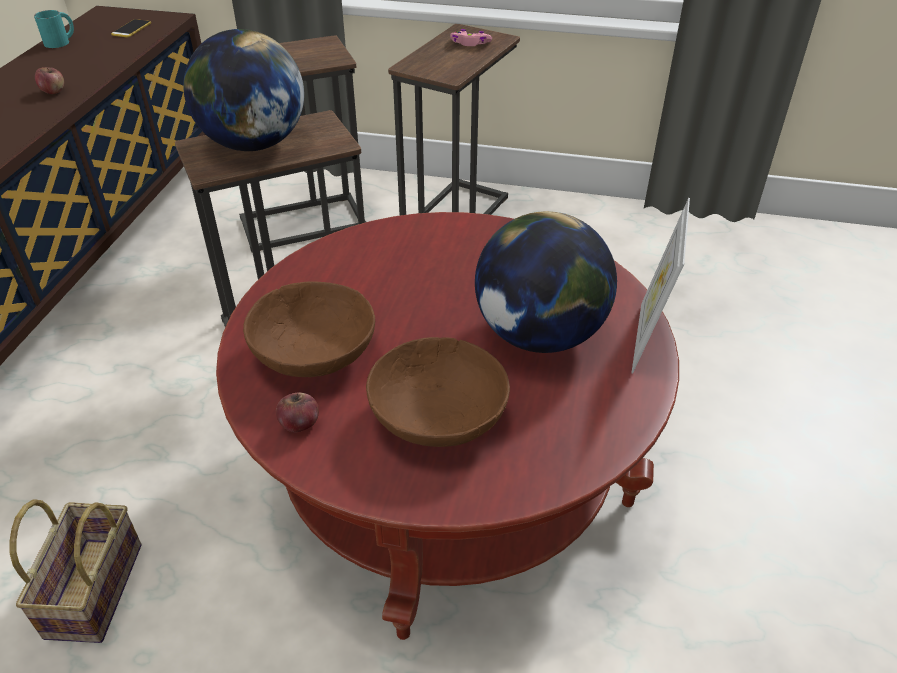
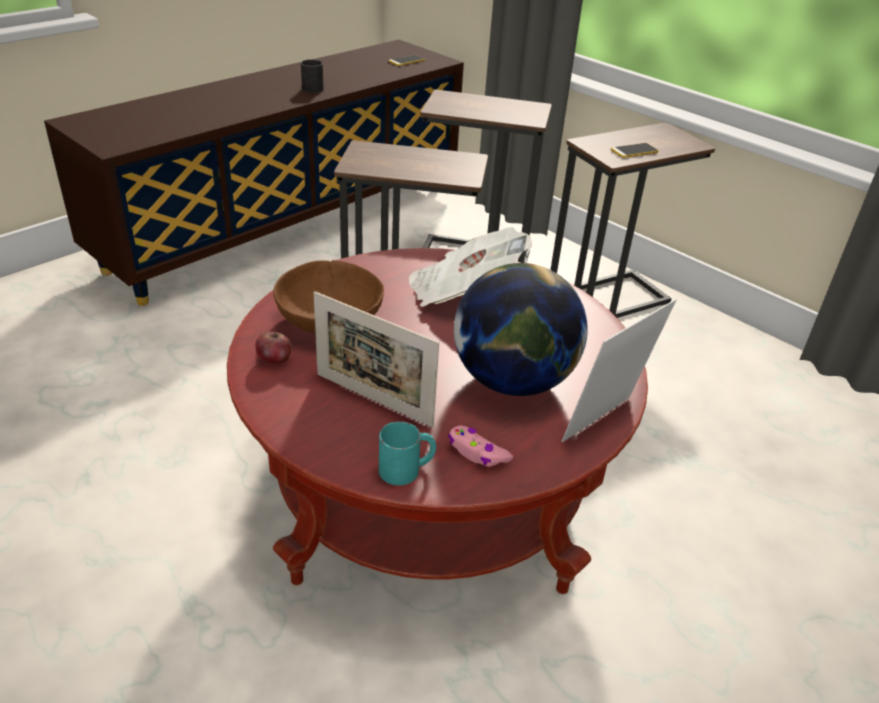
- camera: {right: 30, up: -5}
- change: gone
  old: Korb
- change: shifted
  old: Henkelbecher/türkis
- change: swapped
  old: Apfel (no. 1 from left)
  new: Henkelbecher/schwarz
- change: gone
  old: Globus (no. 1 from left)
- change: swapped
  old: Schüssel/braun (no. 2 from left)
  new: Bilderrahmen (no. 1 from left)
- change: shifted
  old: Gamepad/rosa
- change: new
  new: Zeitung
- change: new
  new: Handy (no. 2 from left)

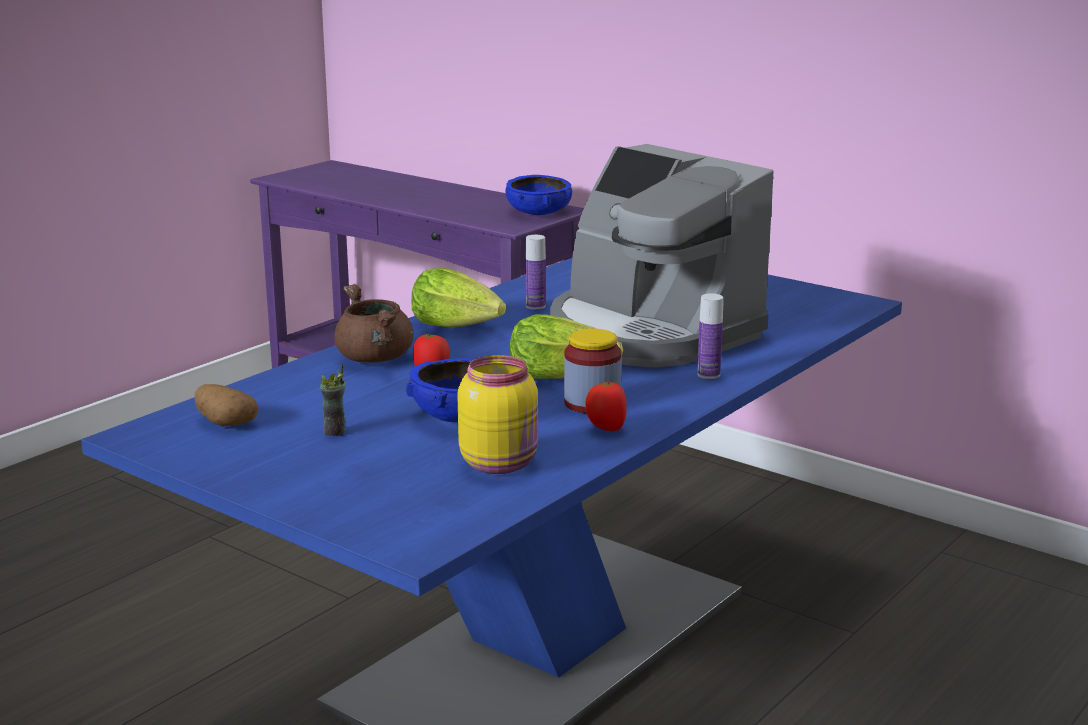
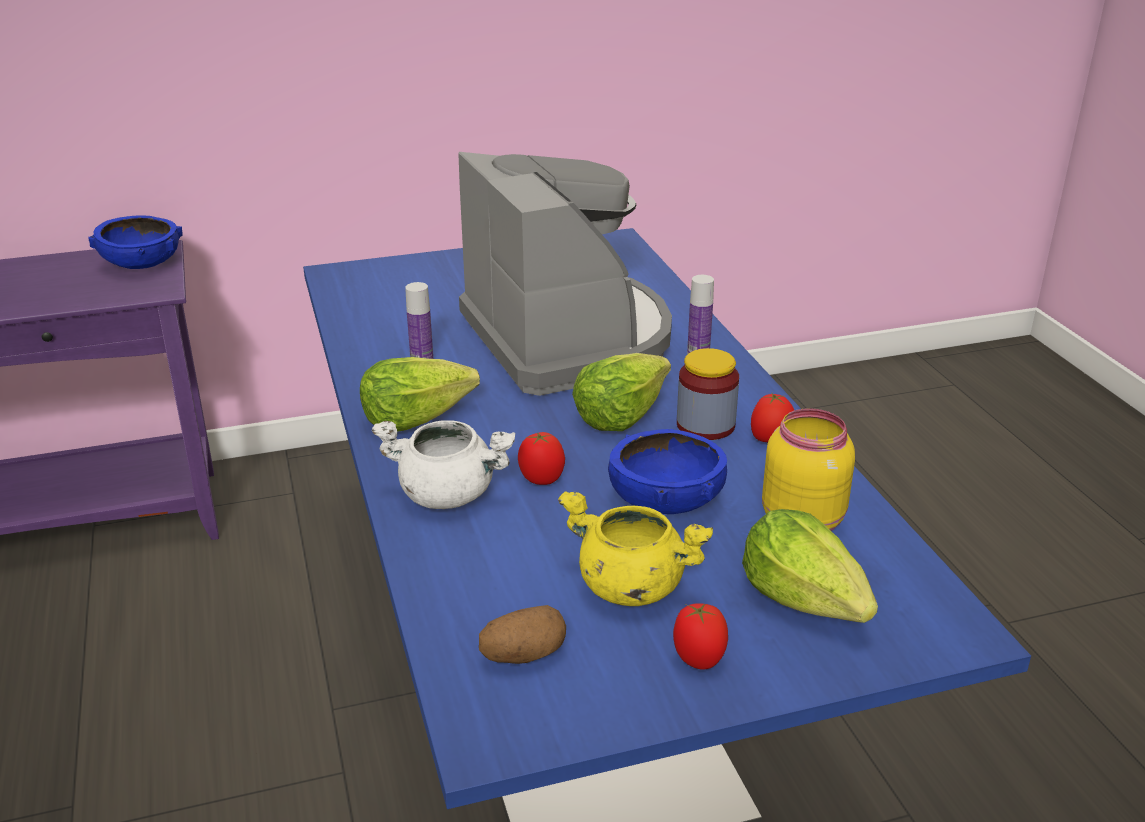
- camera: {right: -55, up: 10}
- change: swapped
  old: Tasse
  new: Kochtopf/gelb
- change: repainted
  old: Kochtopf/braun
  new: Kochtopf/weiß
- change: rotated
  old: Kaffeemaschine
  degrees: -105
- change: new
  new: Tomate (no. 2 from left)
- change: new
  new: Salatkopf (no. 3 from left)

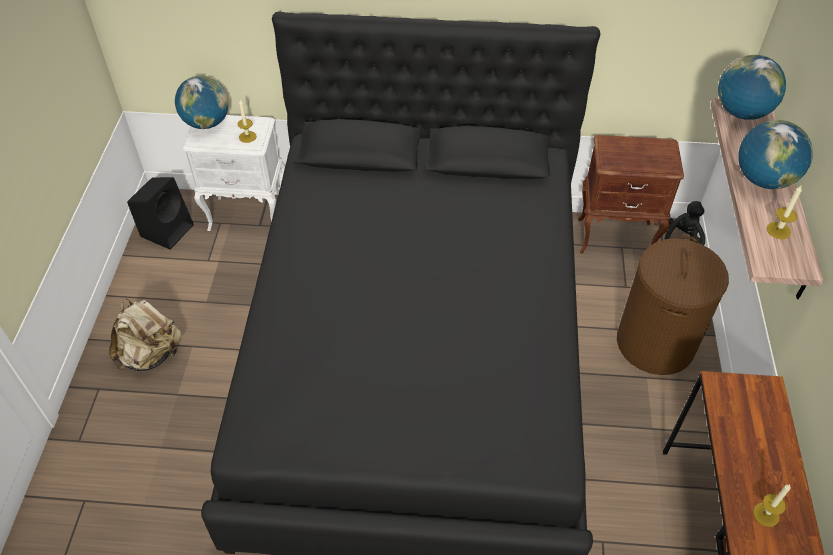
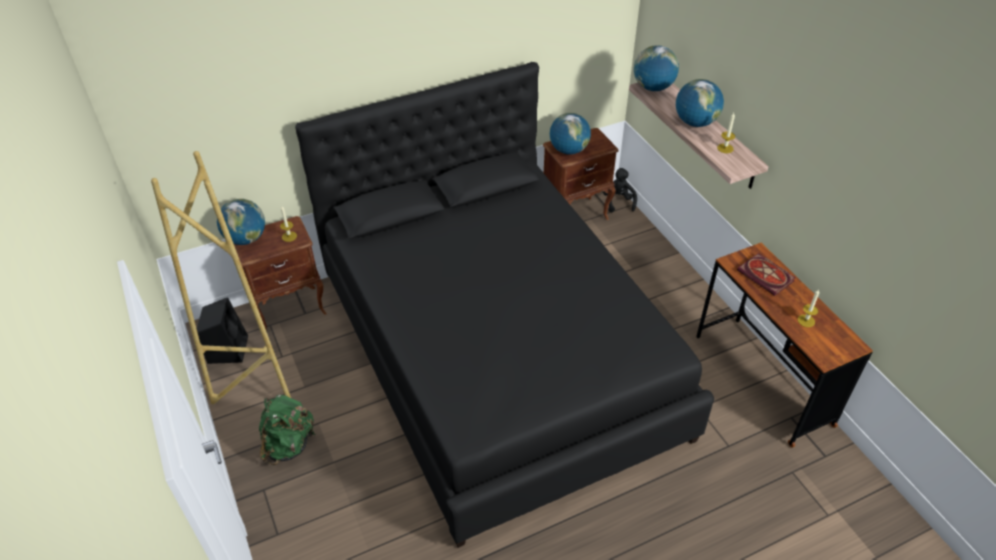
- camera: {right: -30, up: -5}
- change: repainted
  old: Rucksack/beige
  new: Rucksack/grün
- change: repainted
  old: Nachttisch/weiß
  new: Nachttisch/braun (no. 1 from left)
- change: gone
  old: Wäschekorb/braun
- change: new
  new: Kleiderständer/gelb
- change: new
  new: Globus (no. 2 from left)
- change: new
  new: Buch

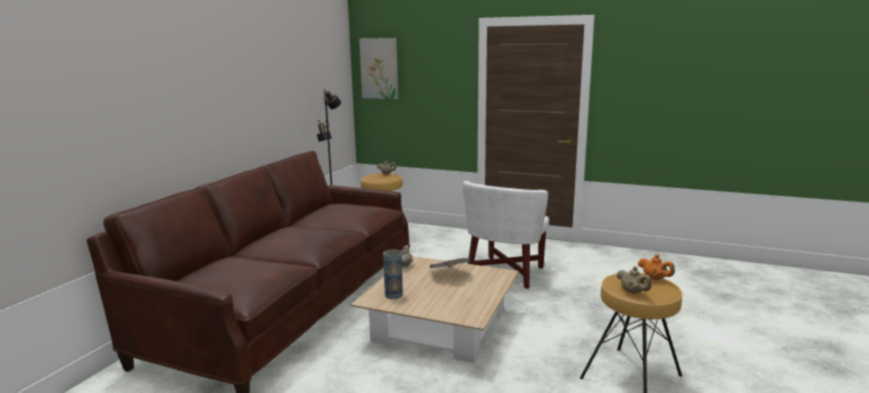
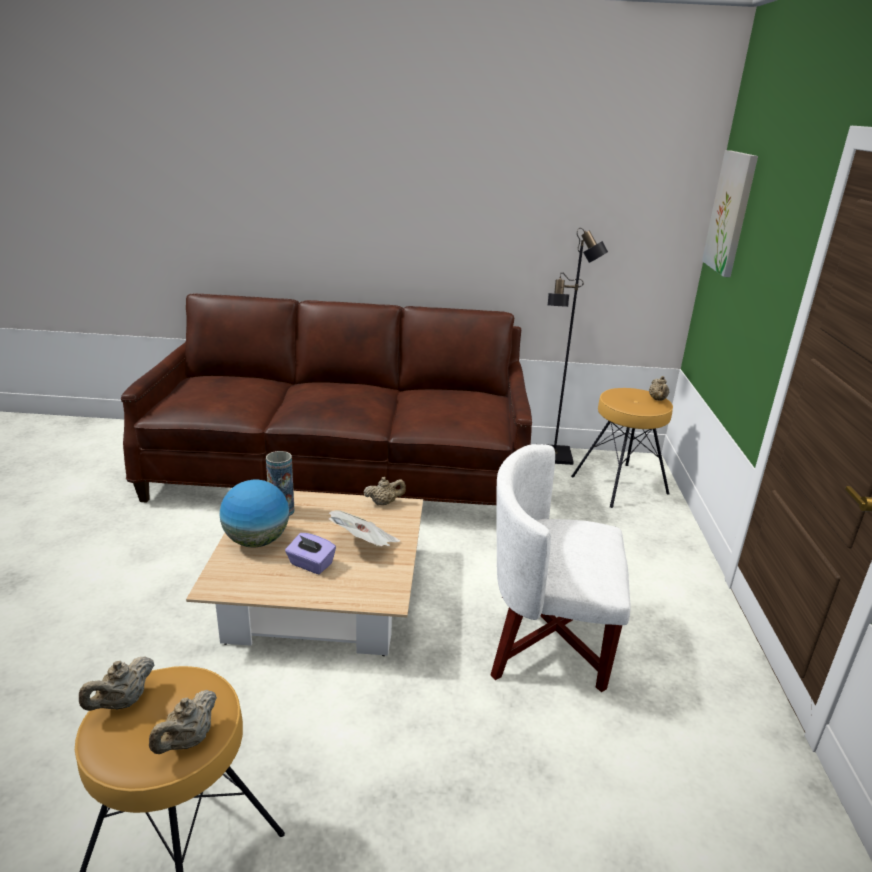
- camera: {right: 70, up: 10}
- change: repainted
  old: Teekanne/orange
  new: Teekanne/beige (no. 2 from left)
- change: new
  new: Globus
- change: new
  new: Taschentuchbox/lila

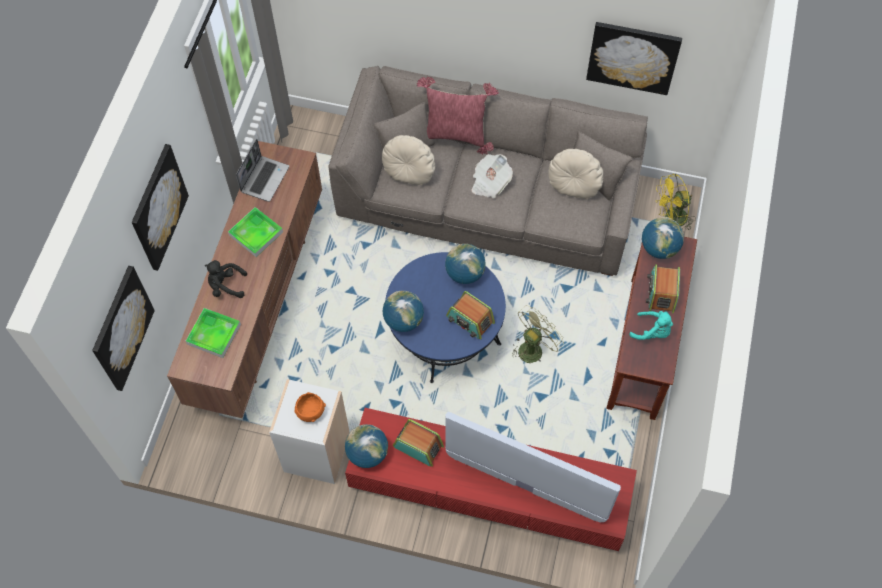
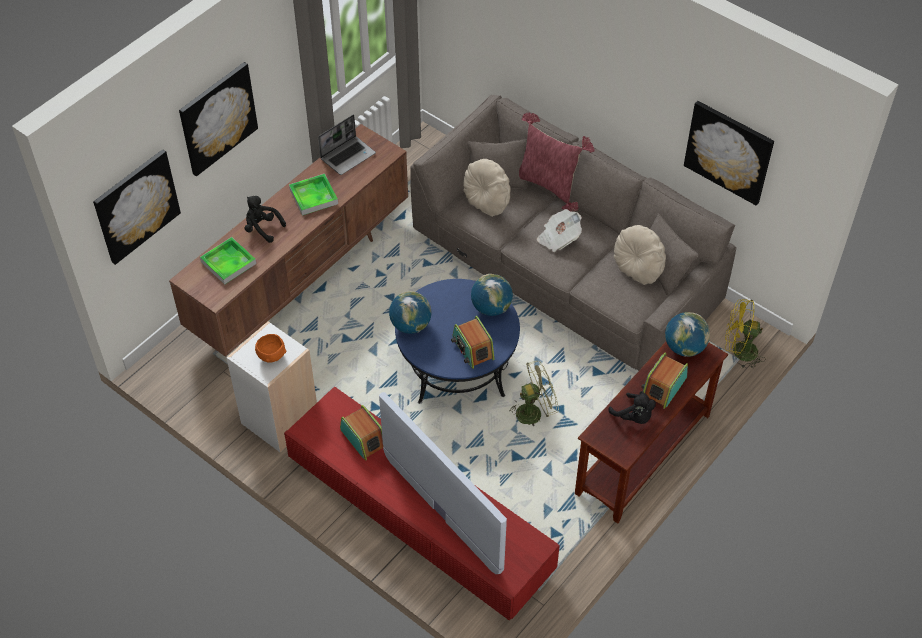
- camera: {right: 25, up: -10}
- change: gone
  old: Globus (no. 1 from left)
- change: repainted
  old: Plüschtier/türkis
  new: Plüschtier/schwarz (no. 2 from left)

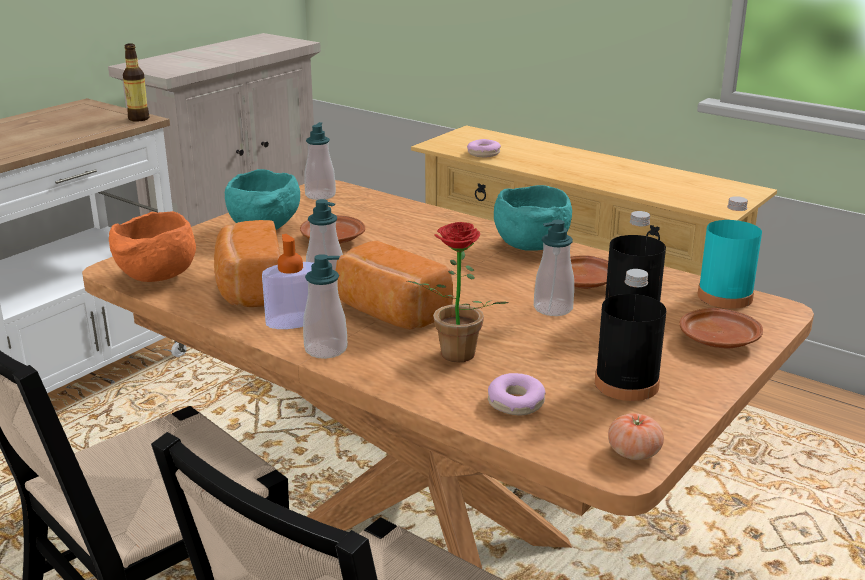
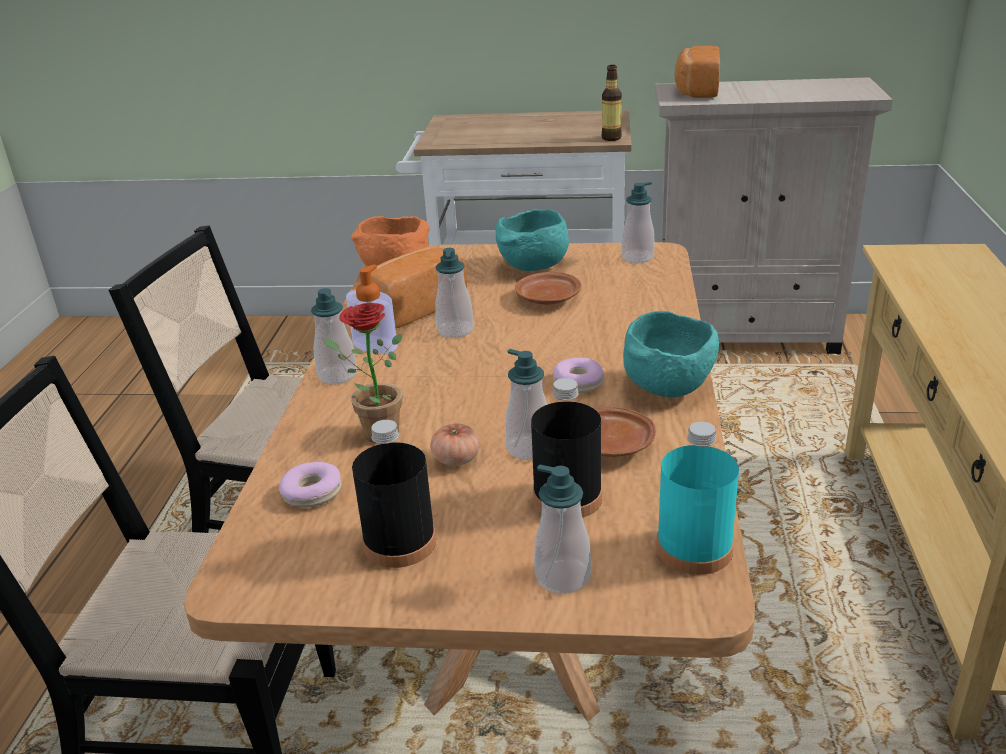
- camera: {right: 60, up: 5}
- change: shifted
  old: Brot (no. 2 from left)
- change: shifted
  old: Donut (no. 1 from left in the first image)
  new: Donut (no. 2 from left)
- change: shifted
  old: Tomate
- change: swapped
  old: Teller/braun (no. 3 from left)
  new: Seifenspender (no. 5 from left)

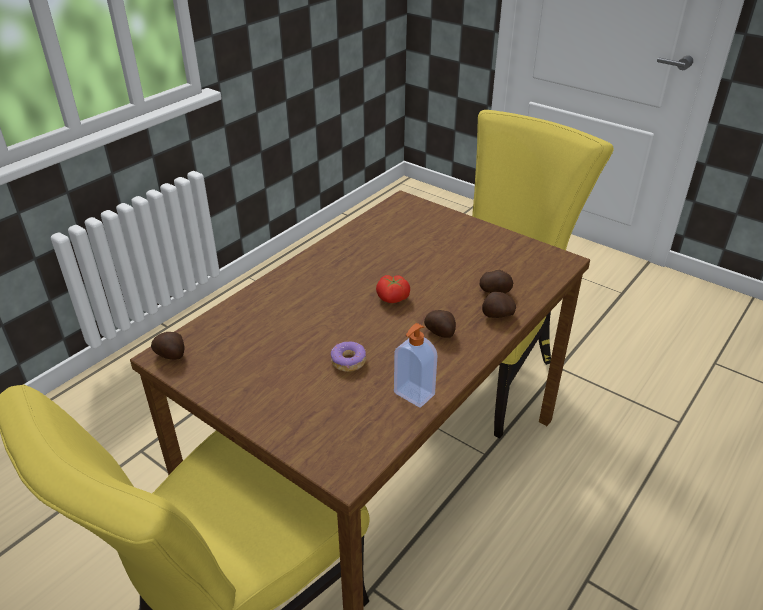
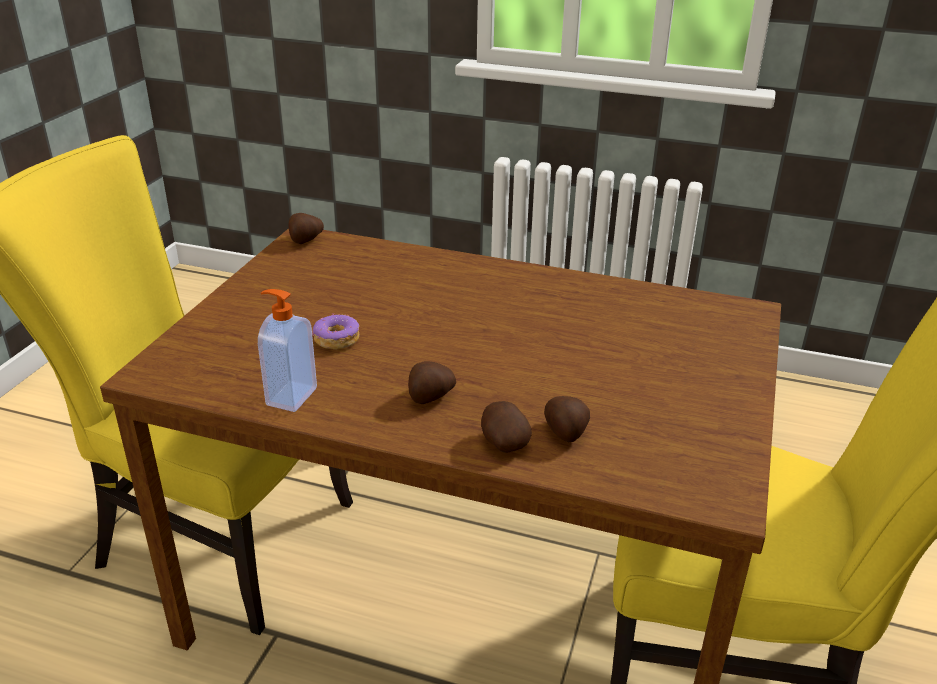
- camera: {right: 70, up: -5}
- change: gone
  old: Tomate

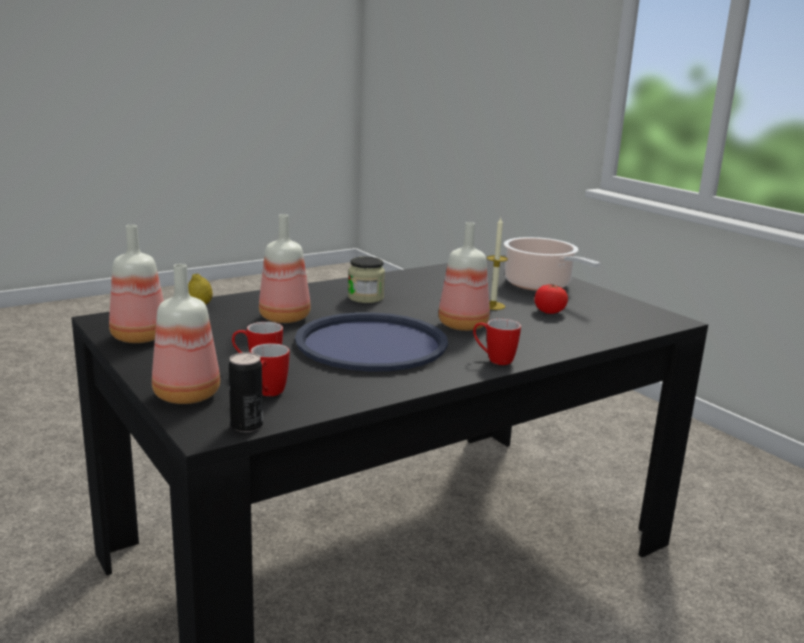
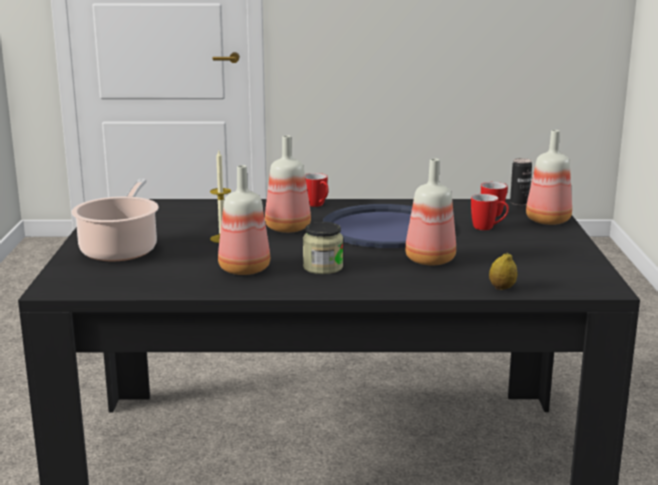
- camera: {right: -145, up: 0}
- change: shifted
  old: Flasche (no. 1 from left)
- change: gone
  old: Tomate

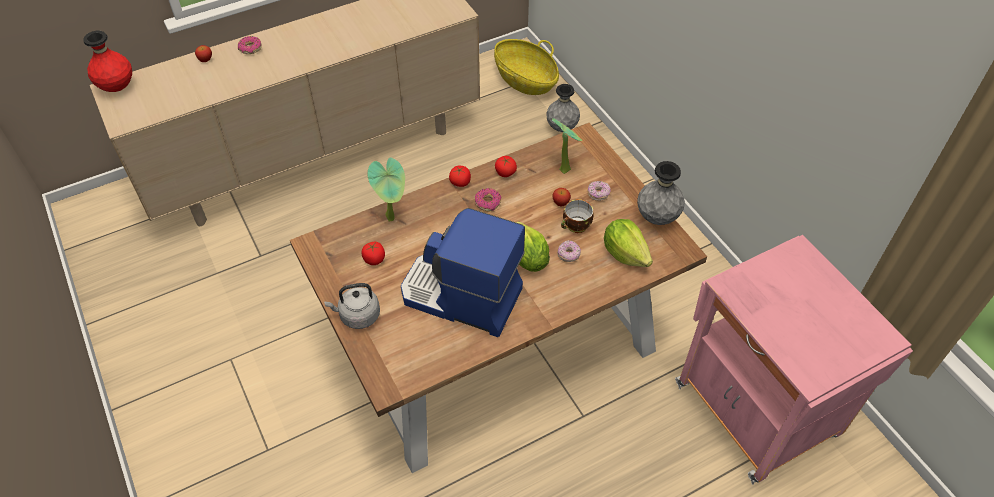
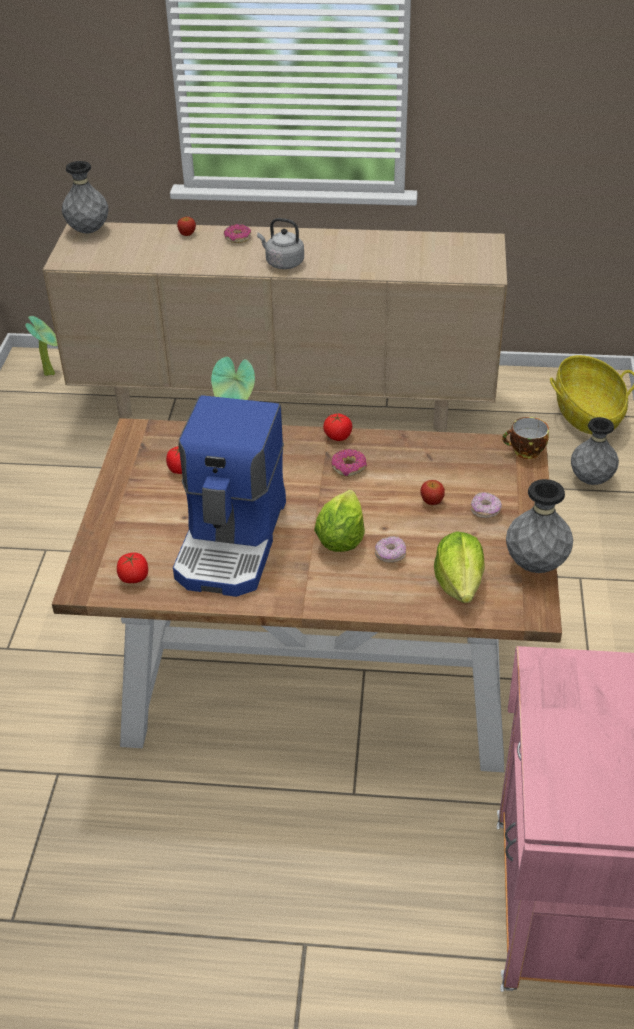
- camera: {right: 35, up: -10}
- change: repainted
  old: Vase/rot
  new: Vase/grau (no. 1 from left)
- change: shifted
  old: Wasserkessel/grau
- change: rotated
  old: Kaffeemaschine
  degrees: -135
- change: shifted
  old: Tomate (no. 3 from left in the first image)
  new: Tomate (no. 1 from left)
- change: shifted
  old: Topfpflanze (no. 2 from left in the first image)
  new: Topfpflanze (no. 1 from left)
- change: shifted
  old: Tasse

